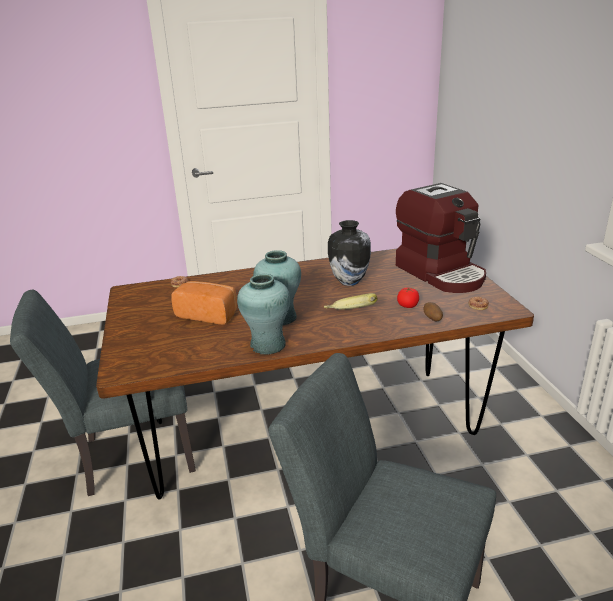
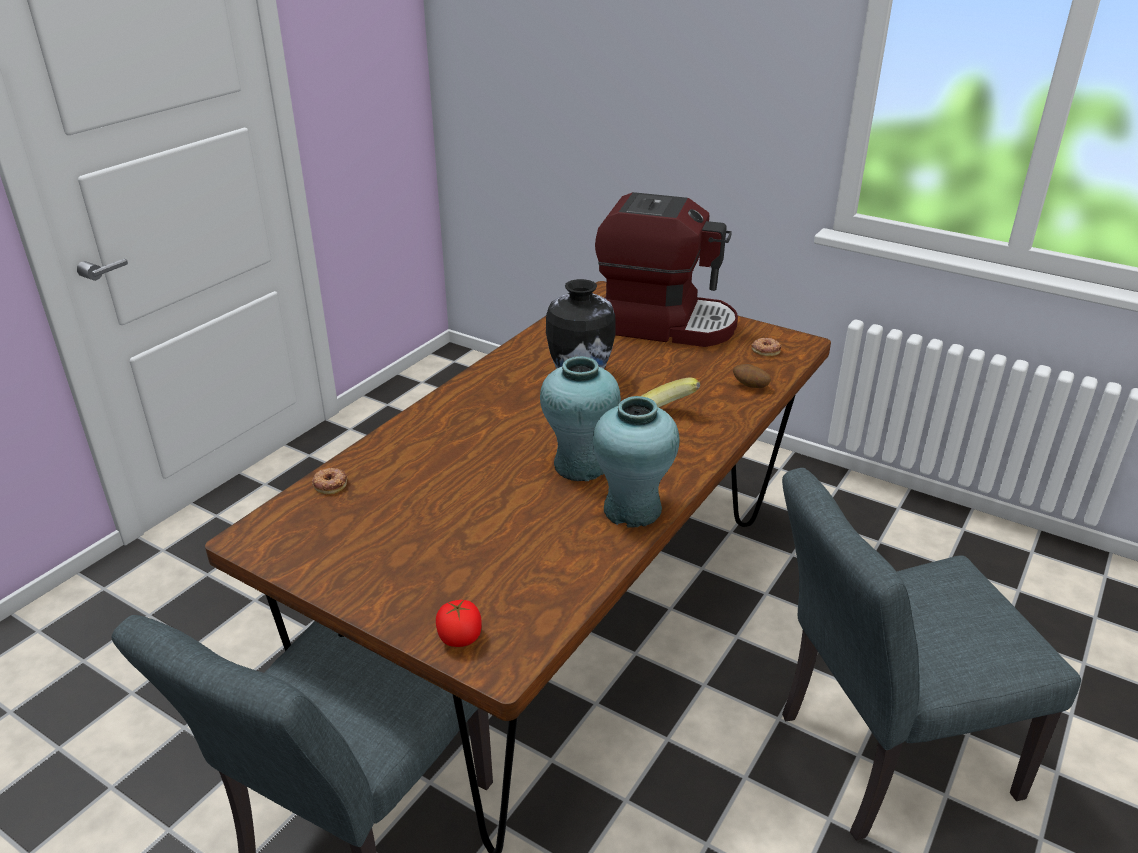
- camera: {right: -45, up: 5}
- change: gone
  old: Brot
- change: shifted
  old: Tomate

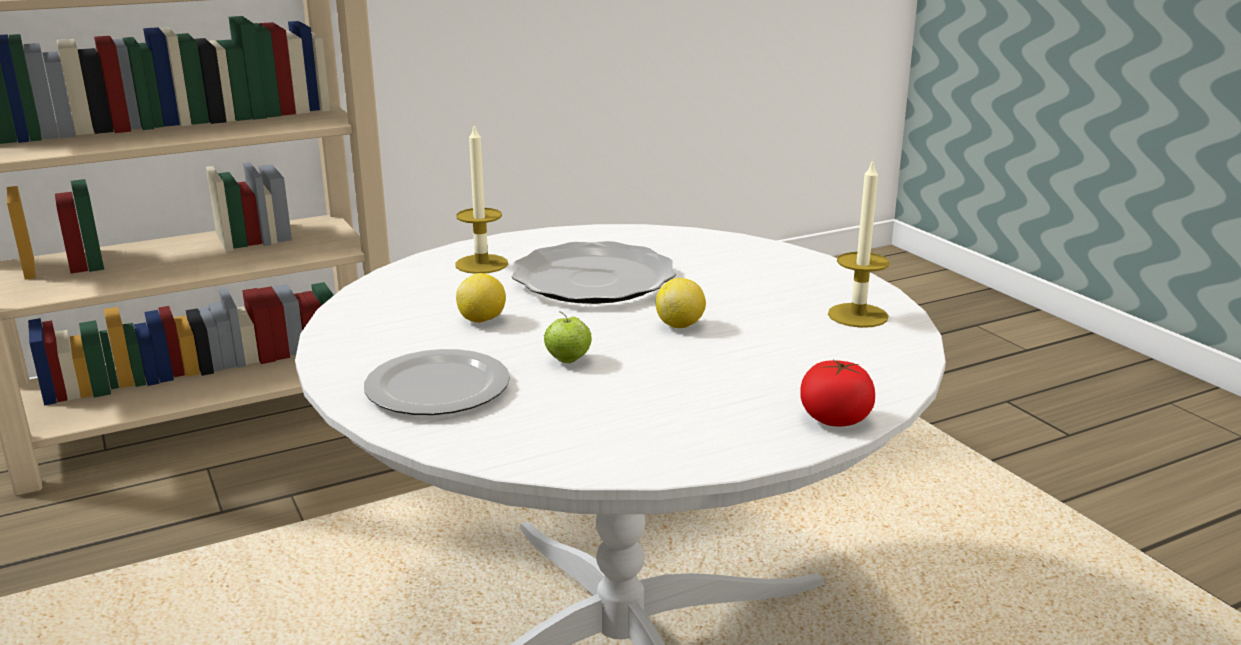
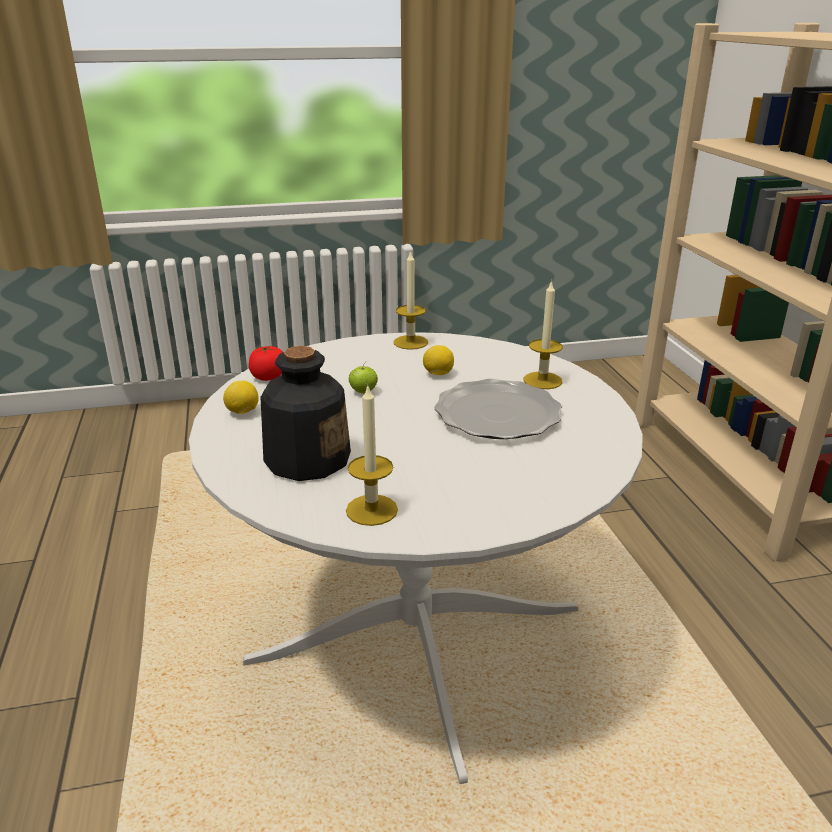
- camera: {right: 105, up: 5}
- change: gone
  old: Teller (no. 1 from left)
- change: shifted
  old: Zitrone (no. 2 from left in the first image)
  new: Zitrone (no. 1 from left)
- change: shifted
  old: Tomate
- change: new
  new: Flasche
- change: new
  new: Kerze (no. 2 from left)

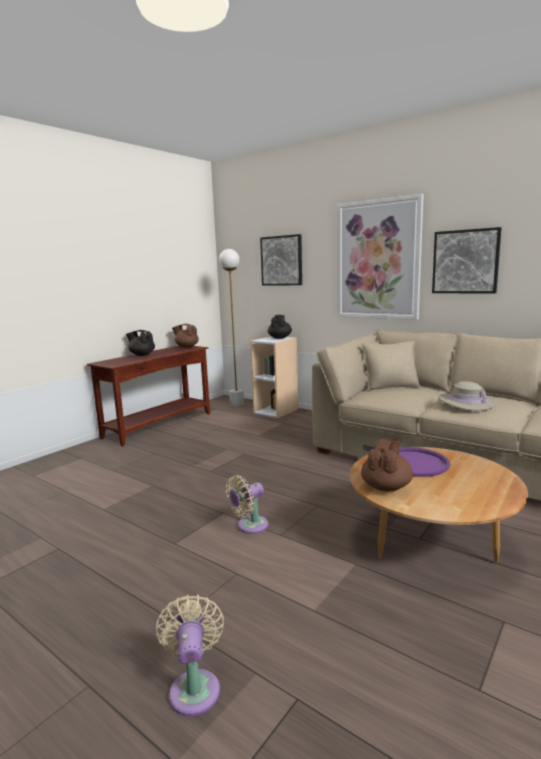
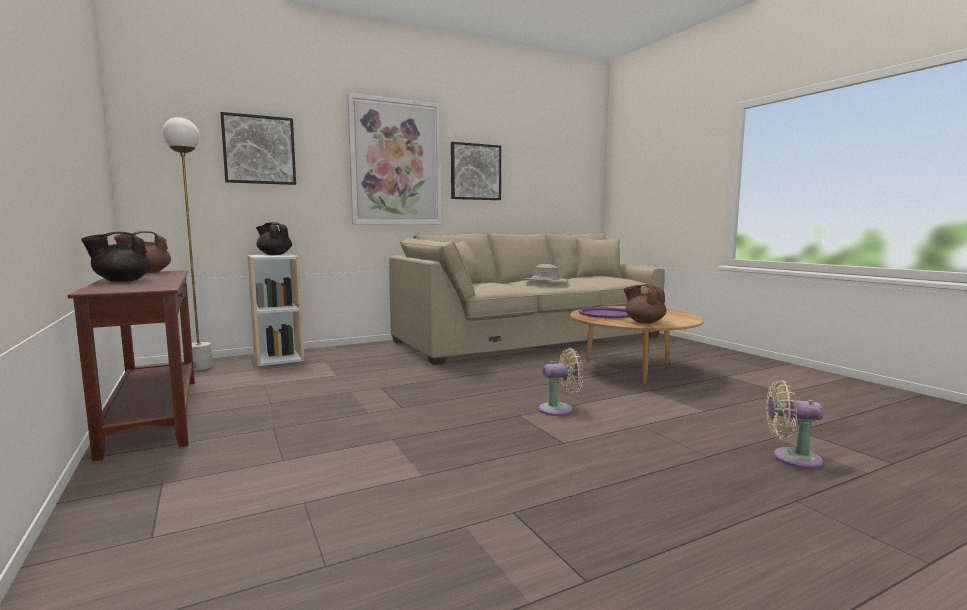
- camera: {right: -65, up: -5}
- change: rotated
  old: Ventilator/beige (no. 2 from left in the first image)
  degrees: -90

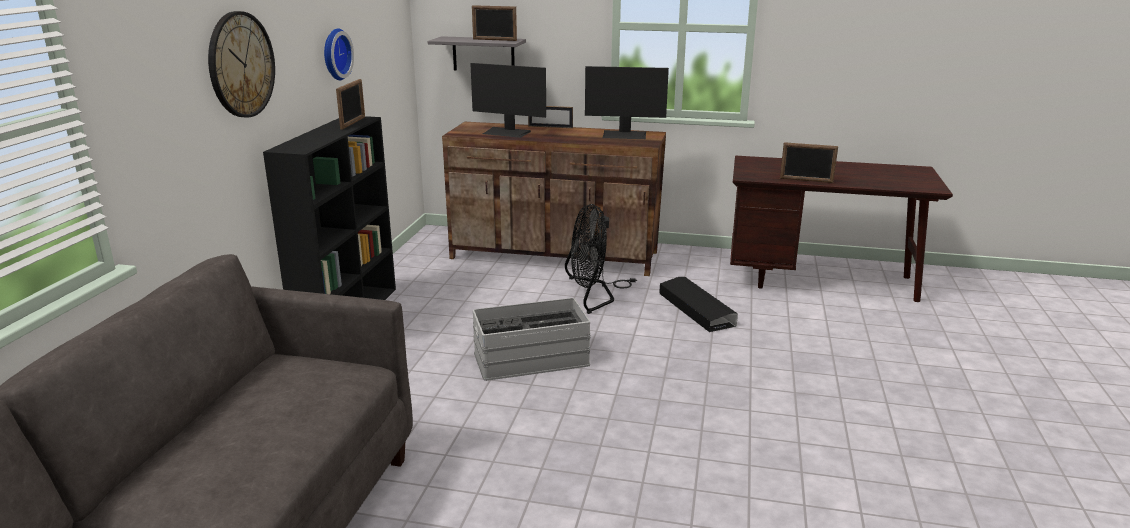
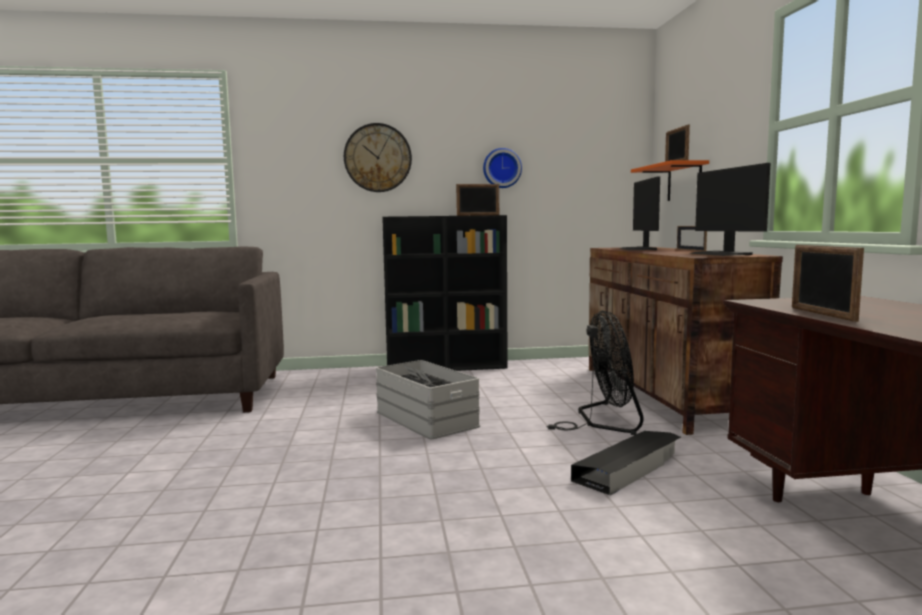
- camera: {right: 70, up: -15}
- change: repainted
  old: Wandregal/grau
  new: Wandregal/orange
- change: rotated
  old: Ventilator/schwarz
  degrees: 120

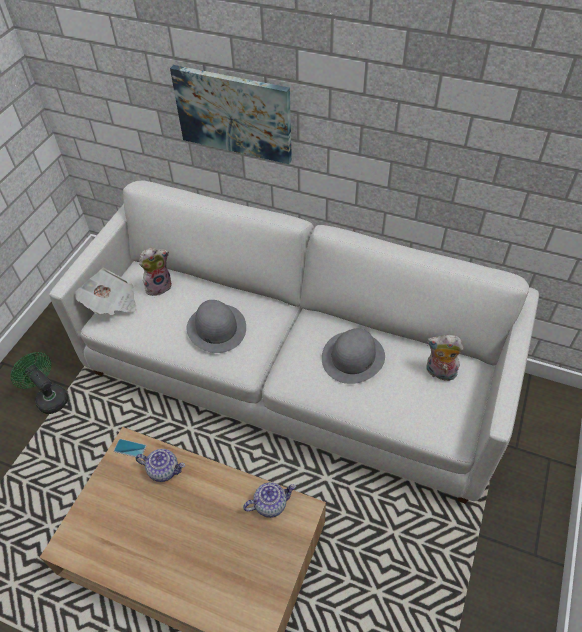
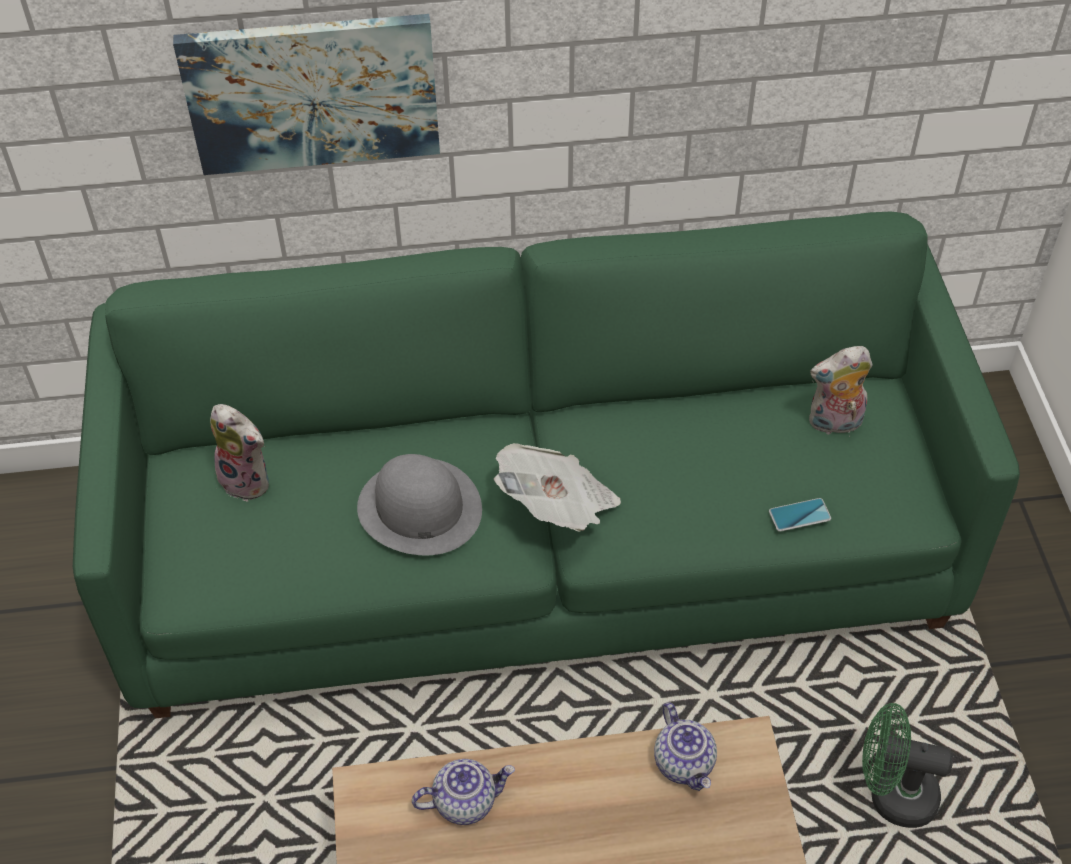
- camera: {right: -30, up: 0}
- change: shifted
  old: Ventilator/grün
- change: repainted
  old: Sofa/weiß
  new: Sofa/grün
- change: shifted
  old: Zeitung
- change: shifted
  old: Handy
- change: rotated
  old: Plüschtier (no. 1 from left)
  degrees: 90
- change: rotated
  old: Teekanne (no. 2 from left)
  degrees: 120
- change: gone
  old: Hut/grau (no. 2 from left)

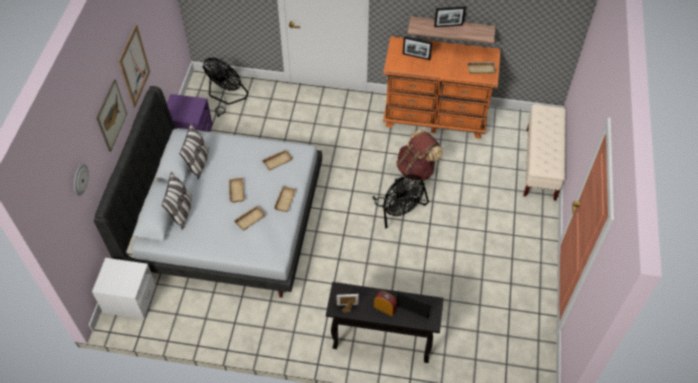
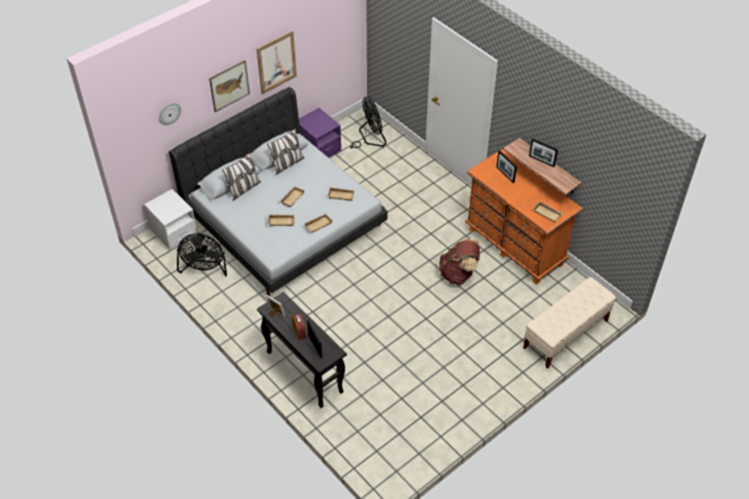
- camera: {right: 40, up: -5}
- change: shifted
  old: Ventilator/schwarz (no. 2 from left in the first image)
  new: Ventilator/schwarz (no. 1 from left)

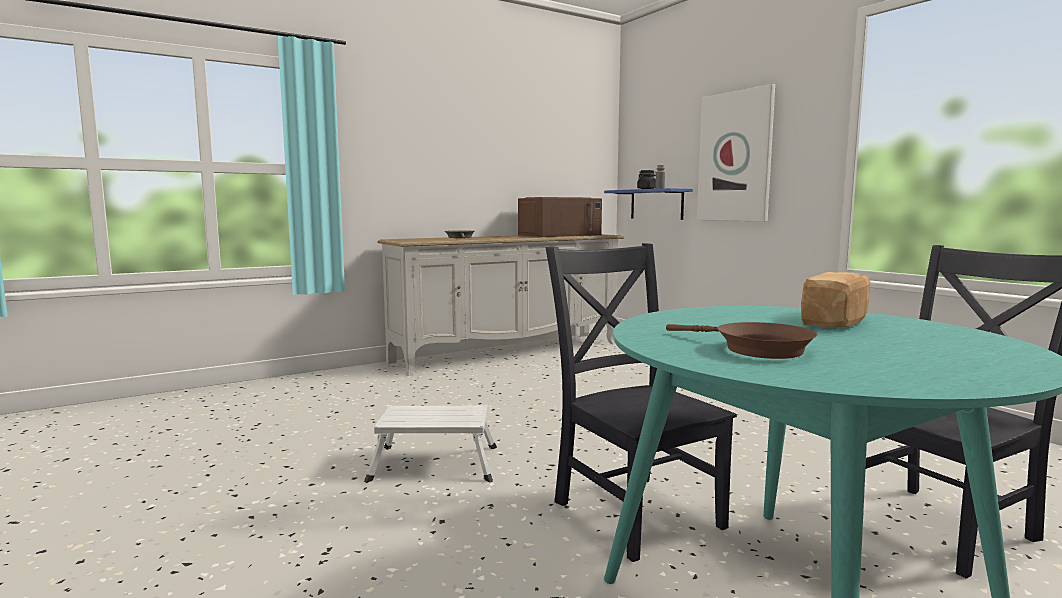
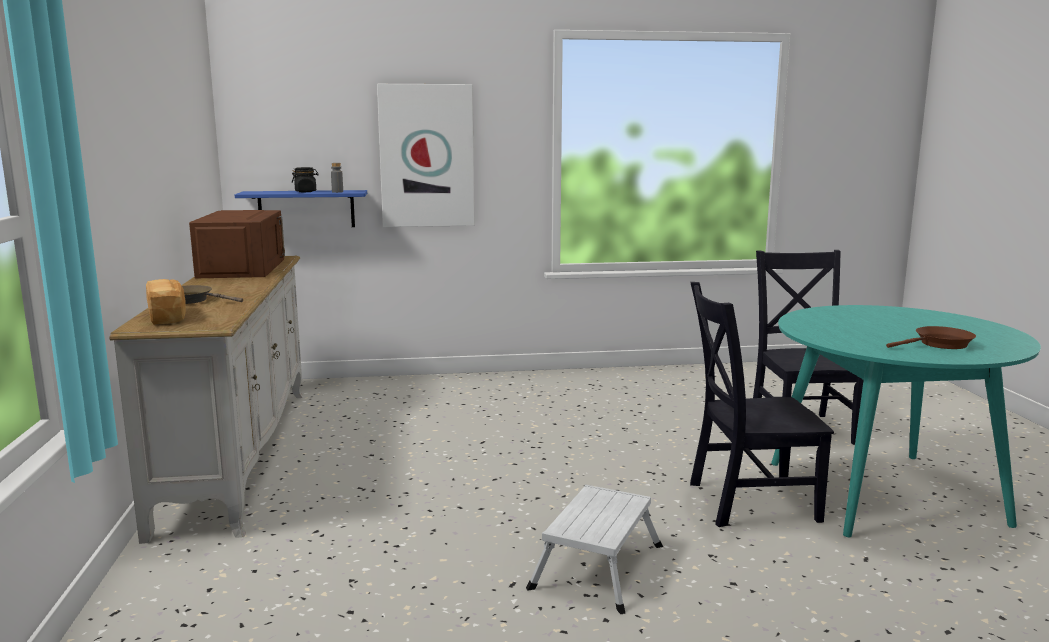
- camera: {right: -65, up: 5}
- change: shifted
  old: Brot

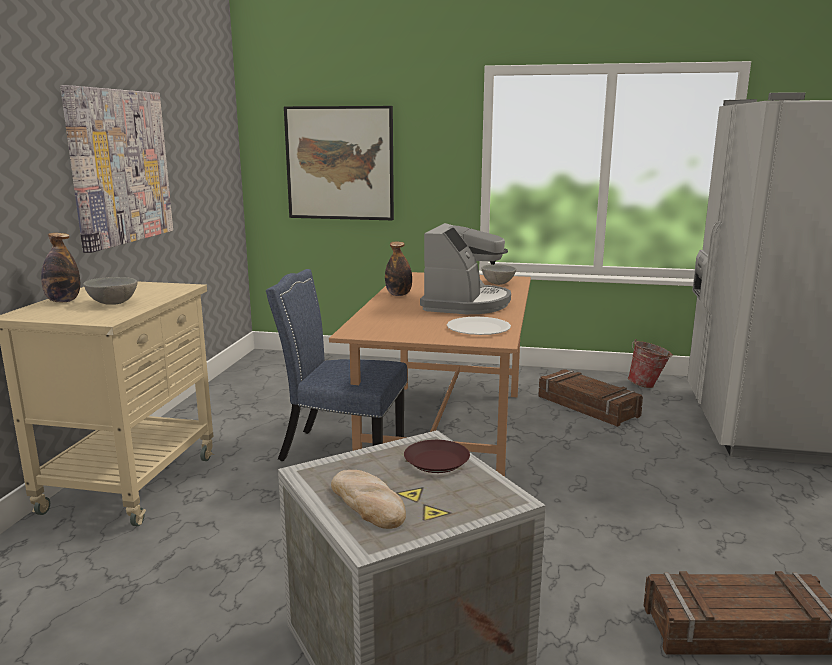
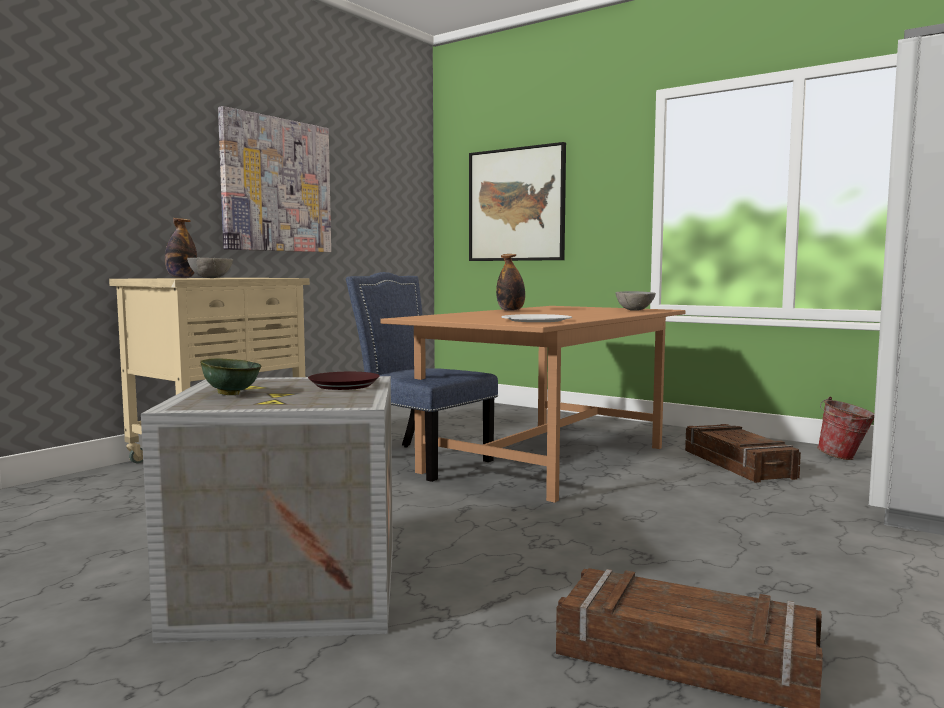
- camera: {right: 25, up: -10}
- change: swapped
  old: Brot
  new: Schüssel/grün
- change: gone
  old: Kaffeemaschine

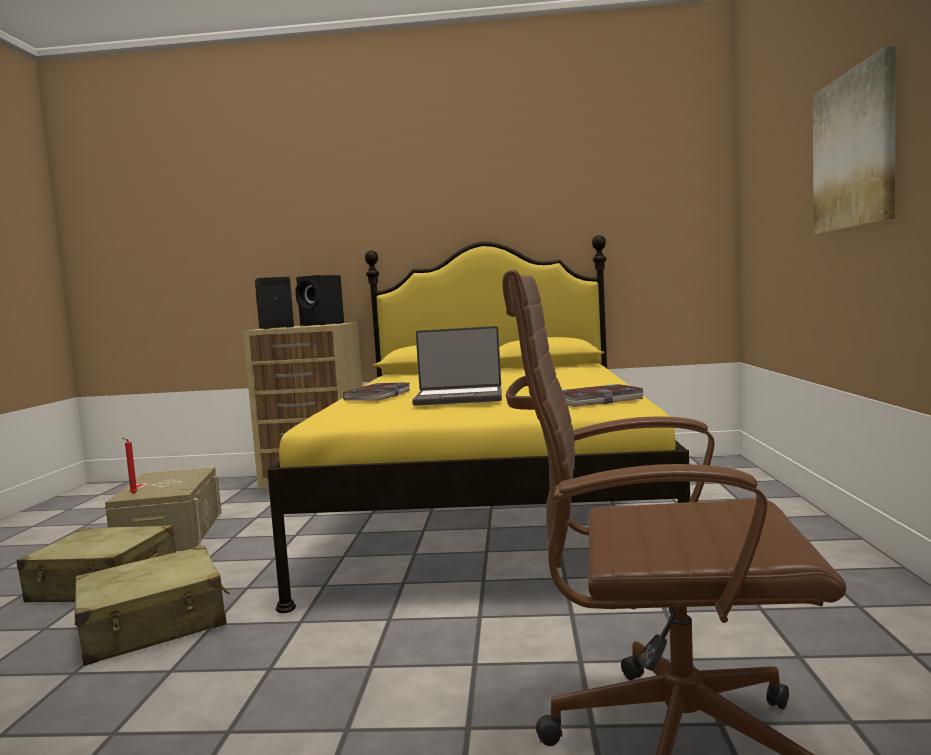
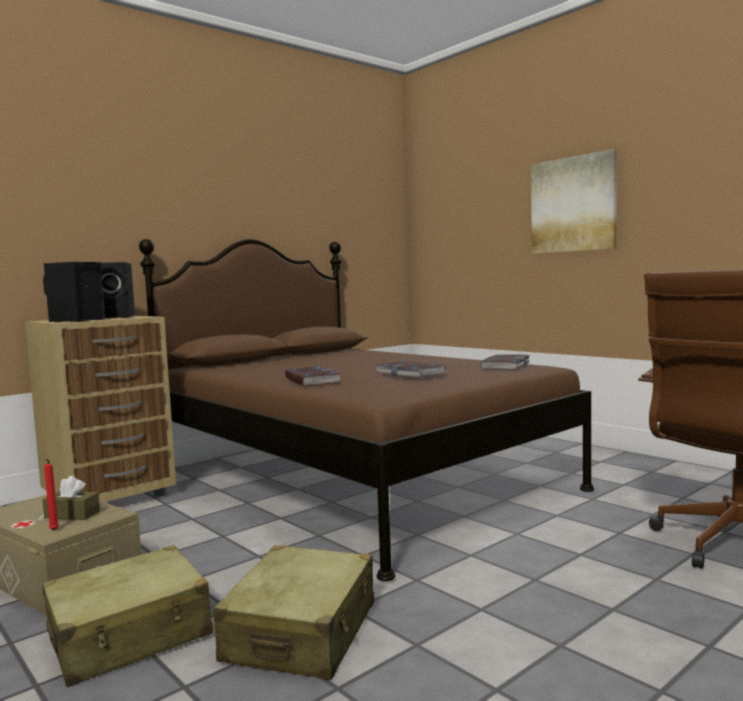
- camera: {right: -45, up: 0}
- change: repainted
  old: Bett/gelb
  new: Bett/braun
- change: swapped
  old: Laptop
  new: Buch (no. 2 from left)
- change: new
  new: Taschentuchbox/braun

